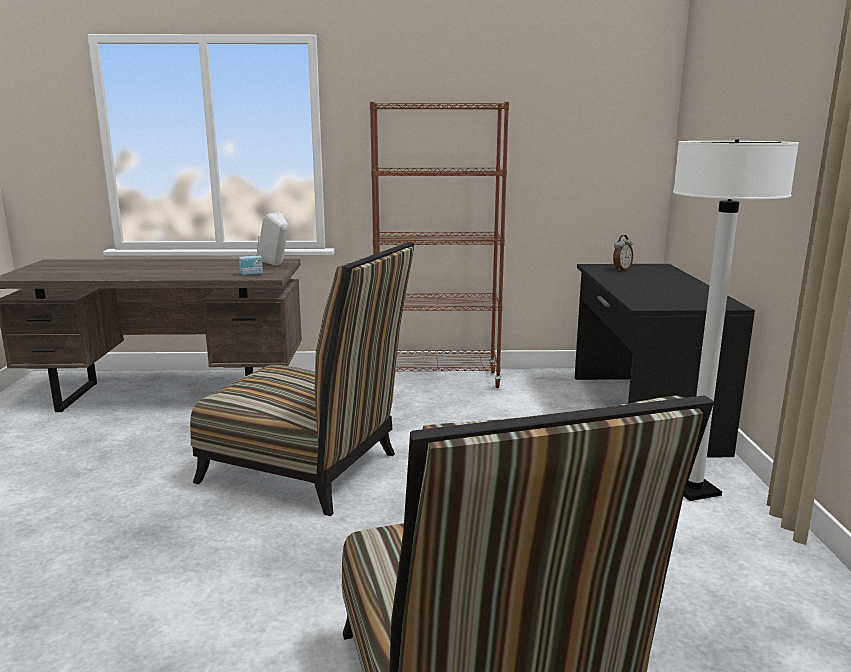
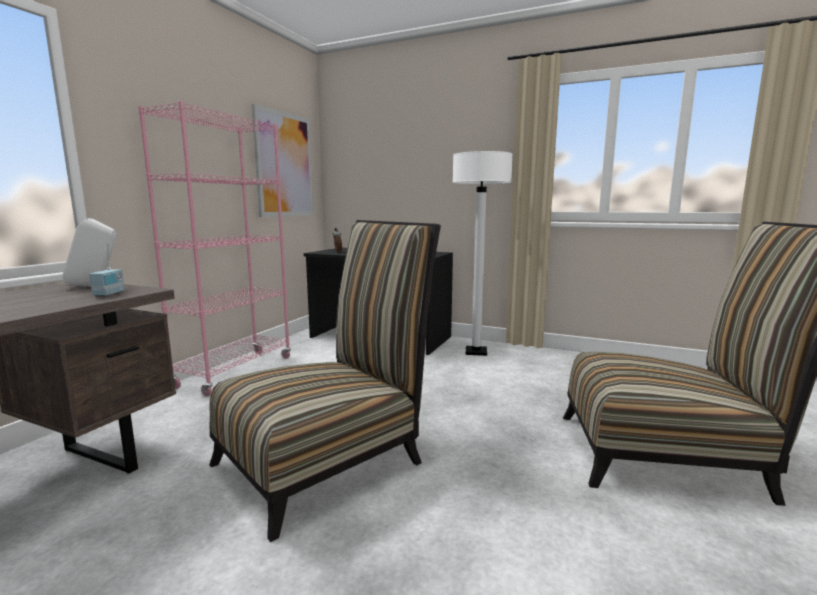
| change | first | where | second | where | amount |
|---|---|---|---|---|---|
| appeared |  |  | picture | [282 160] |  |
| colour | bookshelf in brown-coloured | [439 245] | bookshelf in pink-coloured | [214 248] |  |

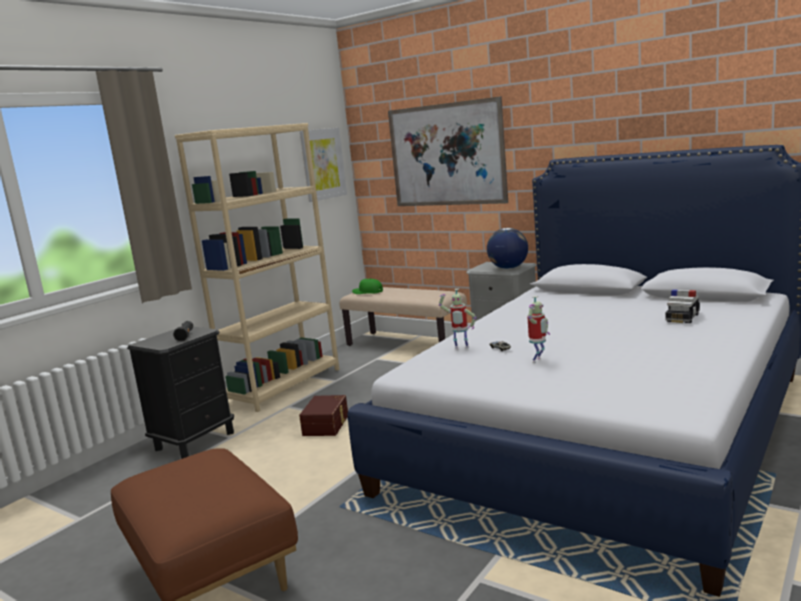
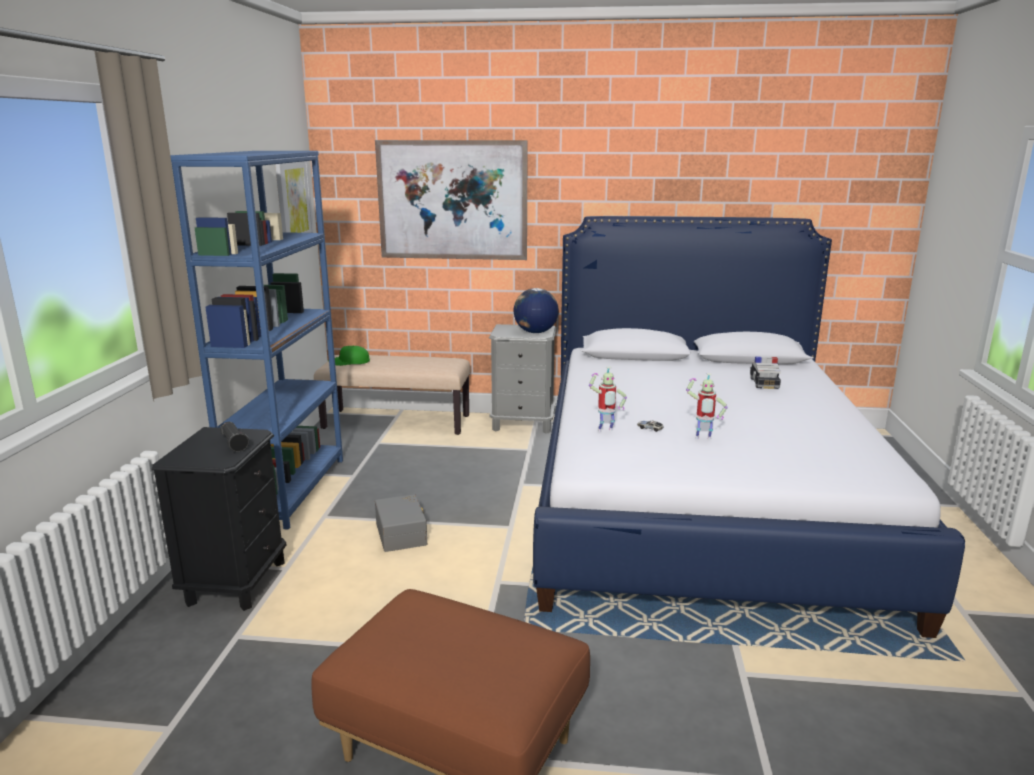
| change | first | where | second | where | amount |
|---|---|---|---|---|---|
| colour | bookshelf in sand-coloured | [257 267] | bookshelf in bluish | [256 340] |  |
| colour | storage bin in brown-coloured | [323 415] | storage bin in greyish | [401 523] |  |
| spun | toy robot | [538 329] |  | [707 406] | 90 degrees clockwise |

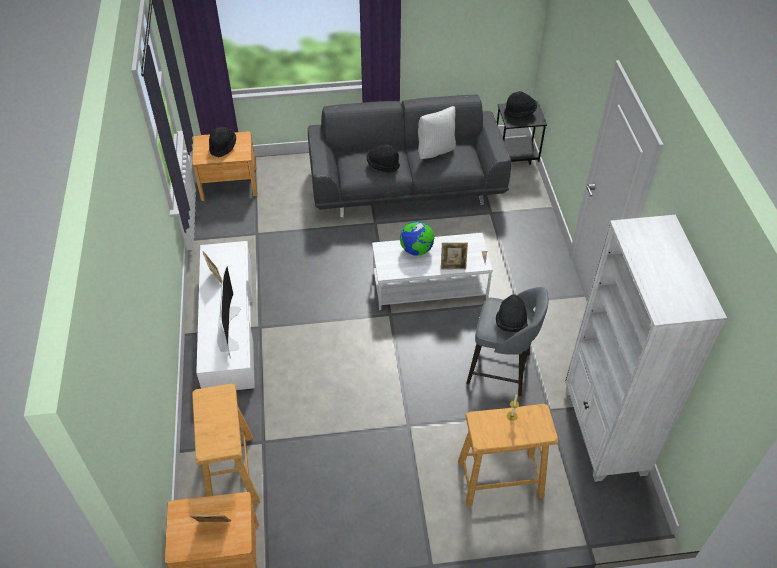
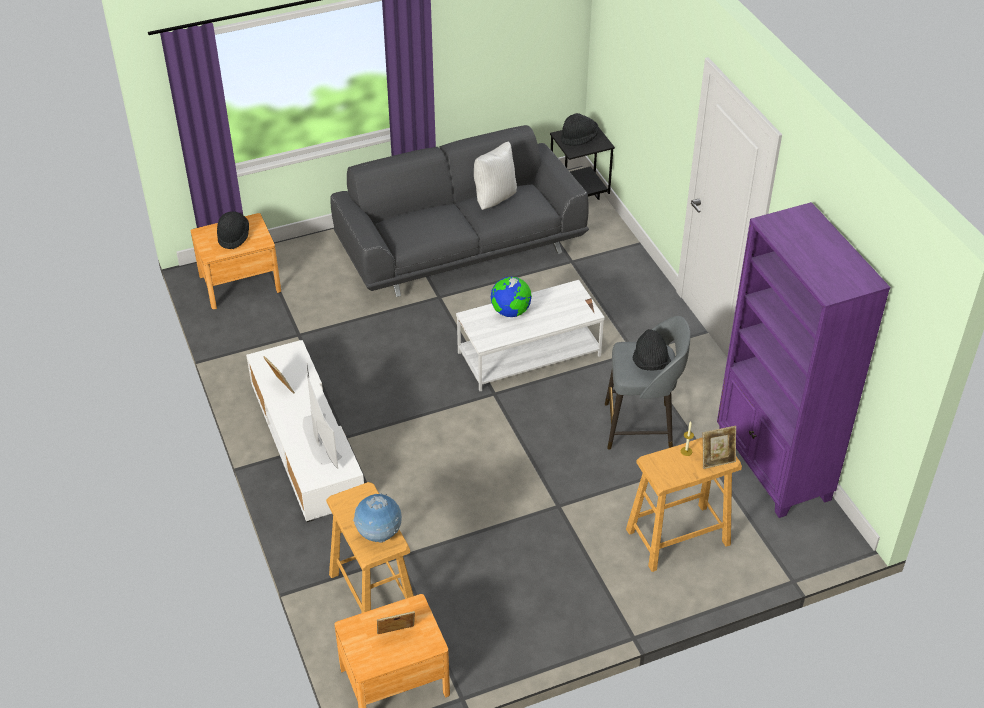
| change | first | where | second | where | amount |
|---|---|---|---|---|---|
| missing | hat in blackish | [383 159] |  |  |  |
| appeared |  |  | world globe | [377 518] |  |
| relocated | standing frame | [454 256] |  | [719 447] |  |
| colour | bookshelf in white-coloured | [646 348] | bookshelf in purplish | [803 360] |  |

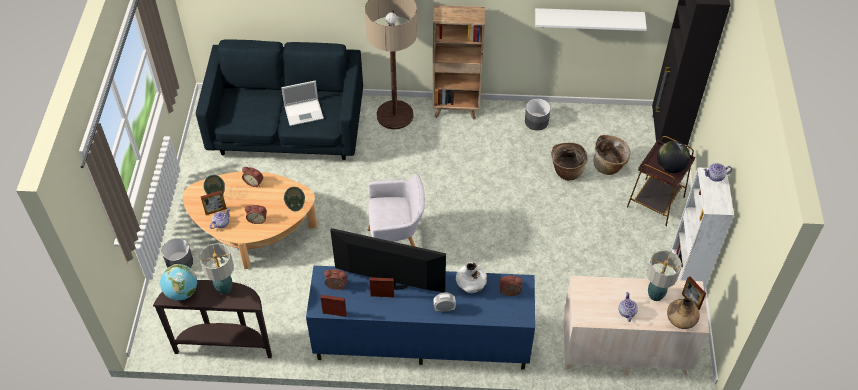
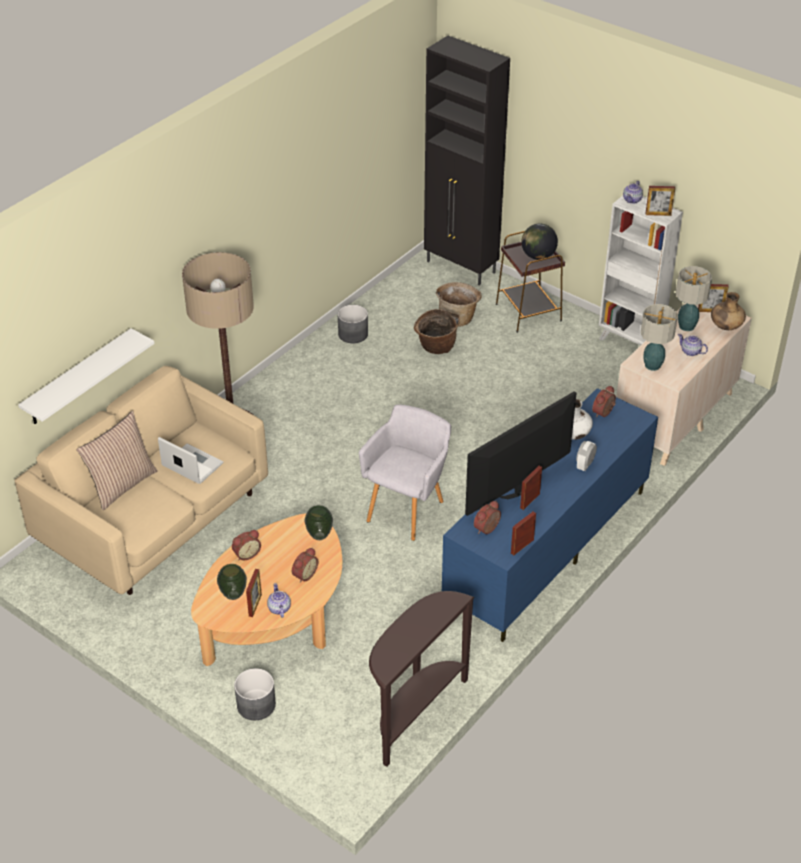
| change | first | where | second | where | amount |
|---|---|---|---|---|---|
| missing | world globe | [178 282] |  |  |  |
| missing | bookshelf in brown-coloured | [459 62] |  |  |  |
| appeared |  |  | throw pillow | [117 460] |  |
| appeared |  |  | standing frame | [660 201] |  |
| relocated | tabletop lamp | [216 269] |  | [659 337] |  |
| relocated | bracket shelf in white-coloured | [591 19] |  | [86 376] |  |
| colour | settee in bluish | [279 100] | settee in sand-coloured | [141 480] |  |
| spun | notebook computer | [302 103] |  | [190 460] | 75 degrees counterclockwise |

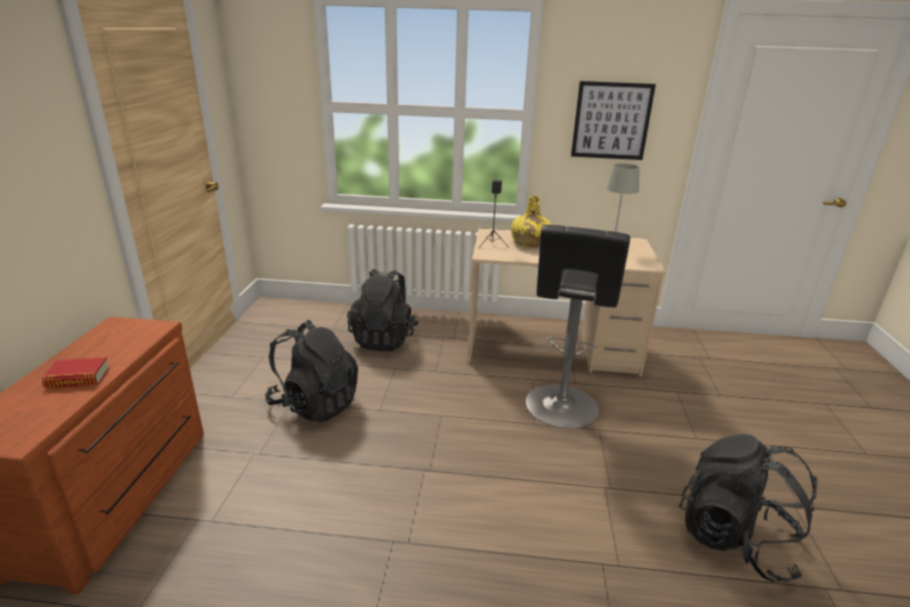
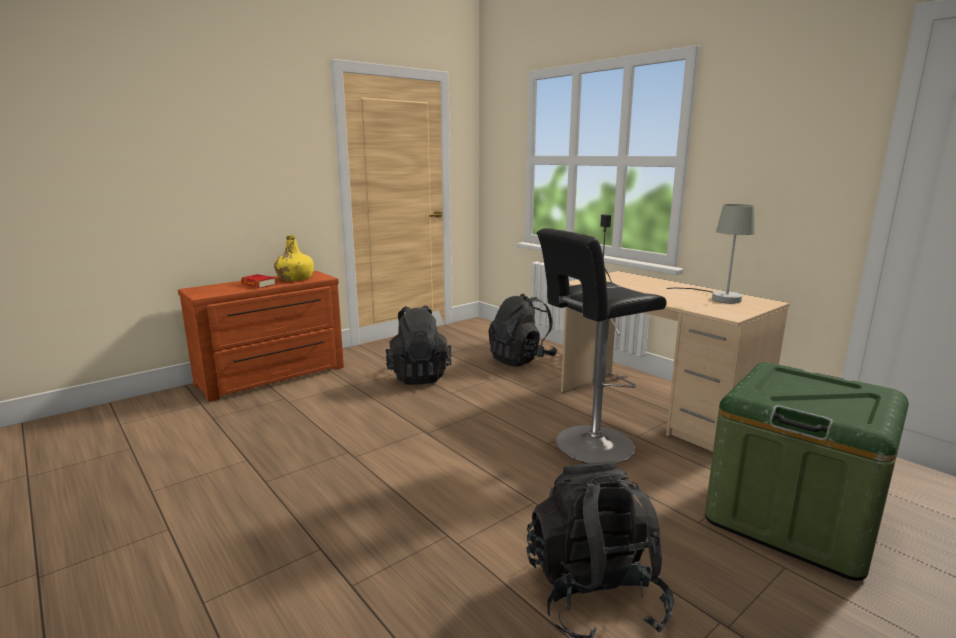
| change | first | where | second | where | amount |
|---|---|---|---|---|---|
| missing | picture | [613 120] |  |  |  |
| appeared |  |  | storage bin in greenish | [807 471] |  |
| relocated | drink bottle in yellow-coloured | [531 222] |  | [294 258] |  |

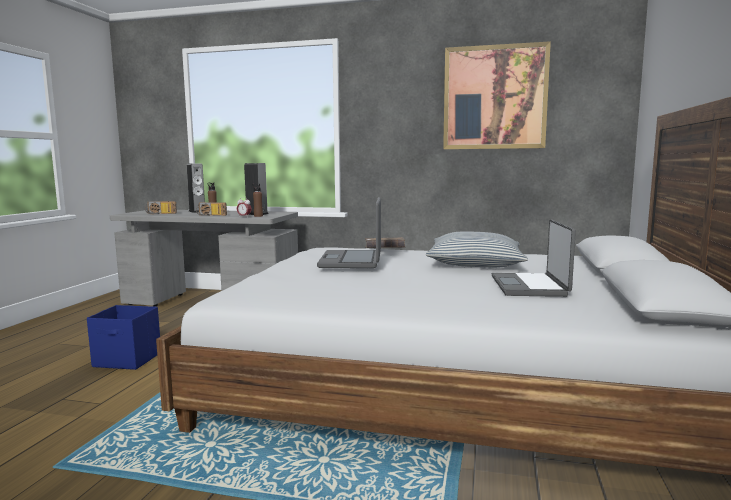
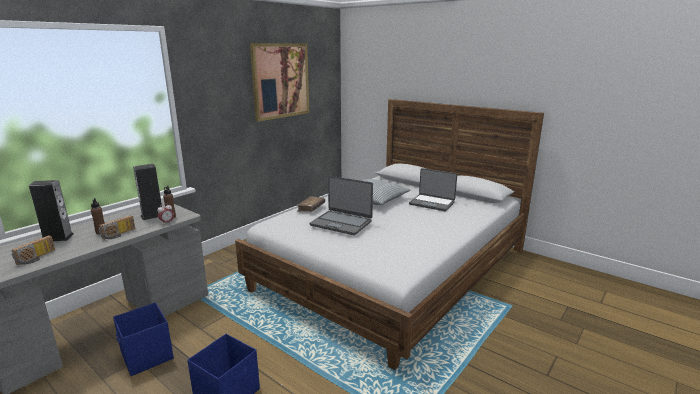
| change | first | where | second | where | amount |
|---|---|---|---|---|---|
| appeared |  |  | storage bin in bluish | [143 339] |  |

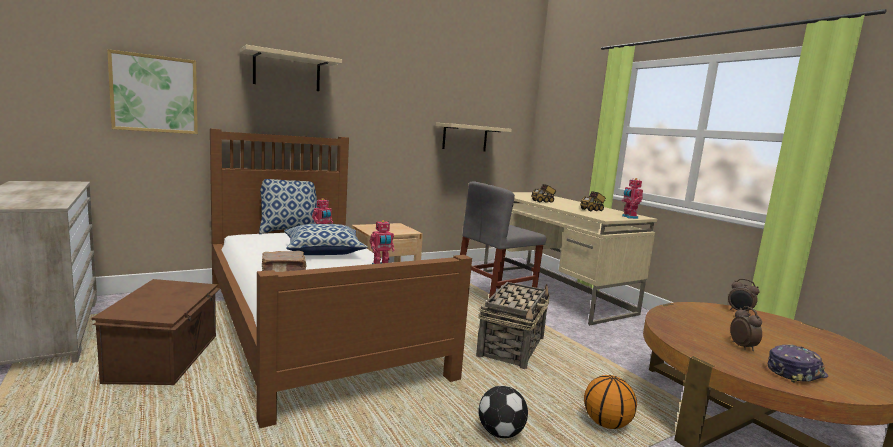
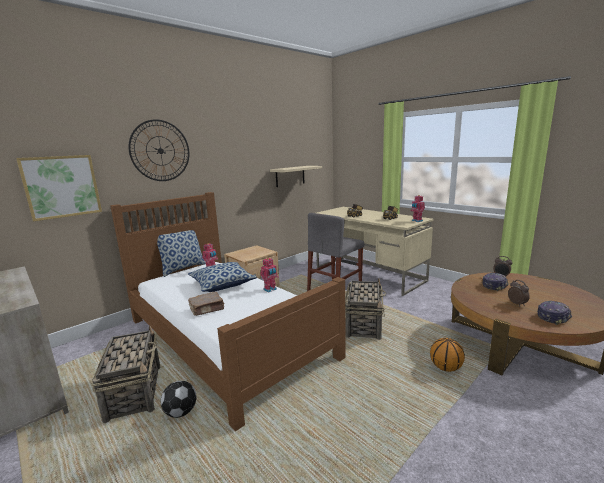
| change | first | where | second | where | amount |
|---|---|---|---|---|---|
| appeared |  |  | peaked cap | [495 282] |  |
| relocated | ball for football | [503 412] |  | [178 399] |  |
| exchanged | storage bin in brown-coloured | [156 332] | storage basket | [125 374] |  |
| exchanged | bracket shelf in sand-coloured | [291 68] | hanging clock | [158 150] |  |

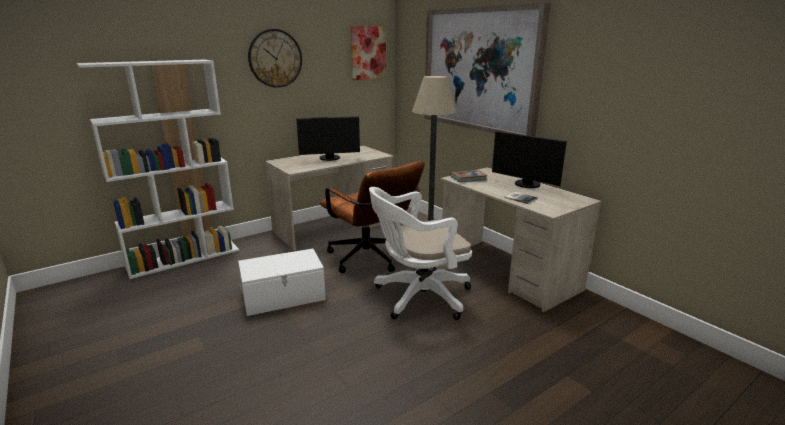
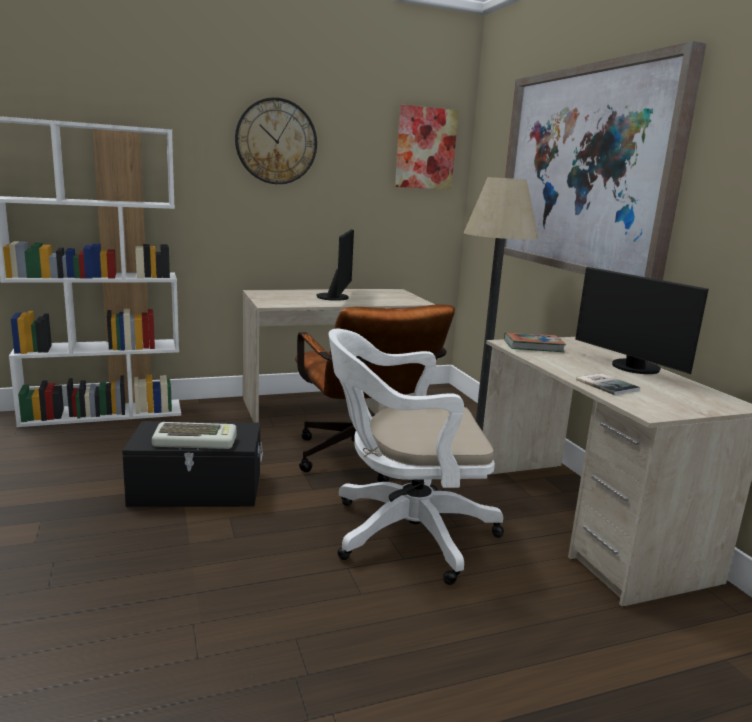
| change | first | where | second | where | amount |
|---|---|---|---|---|---|
| appeared |  |  | computer keyboard | [194 435] |  |
| colour | storage bin in white-coloured | [282 282] | storage bin in blackish | [192 464] |  |
| spun | computer display | [328 138] |  | [335 265] | 90 degrees counterclockwise |

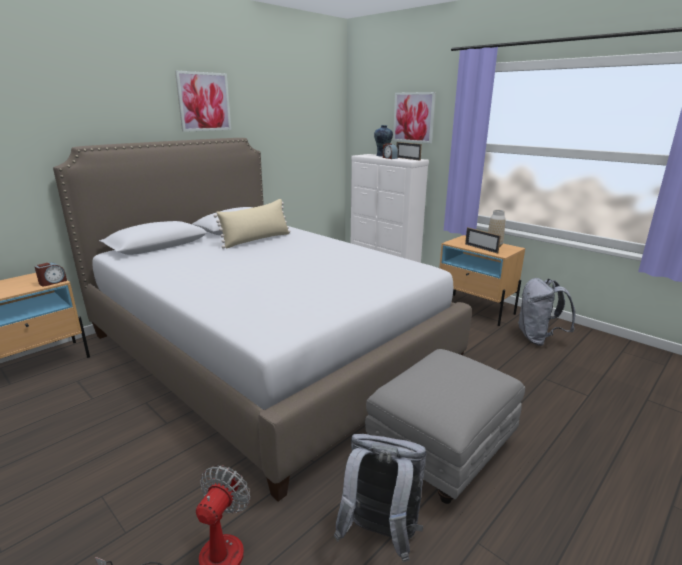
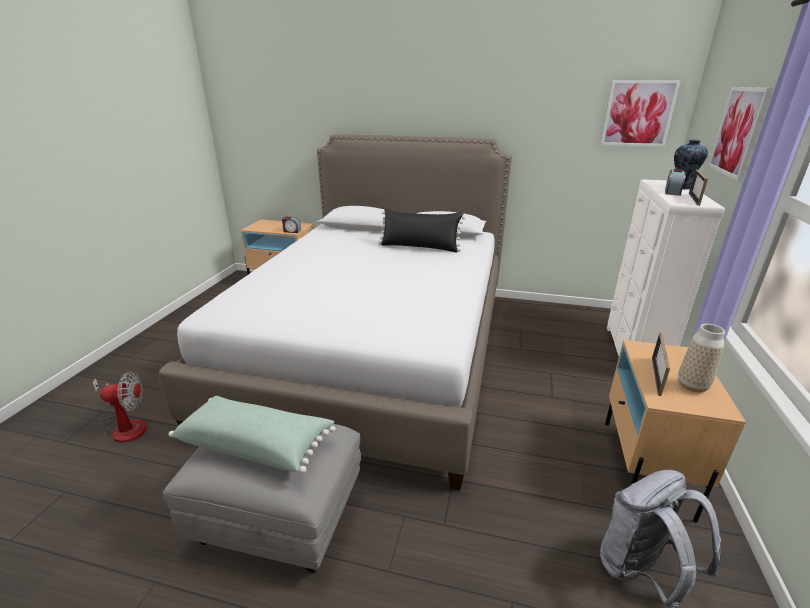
| change | first | where | second | where | amount |
|---|---|---|---|---|---|
| missing | backpack in greyish | [380 498] |  |  |  |
| appeared |  |  | throw pillow in greenish | [252 434] |  |
| relocated | picture | [203 101] |  | [640 113] |  |
| colour | throw pillow in sand-coloured | [252 224] | throw pillow in blackish | [422 230] |  |

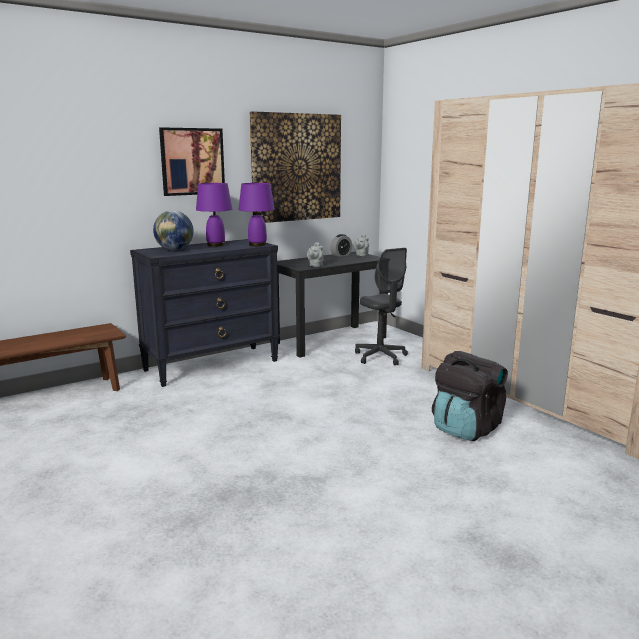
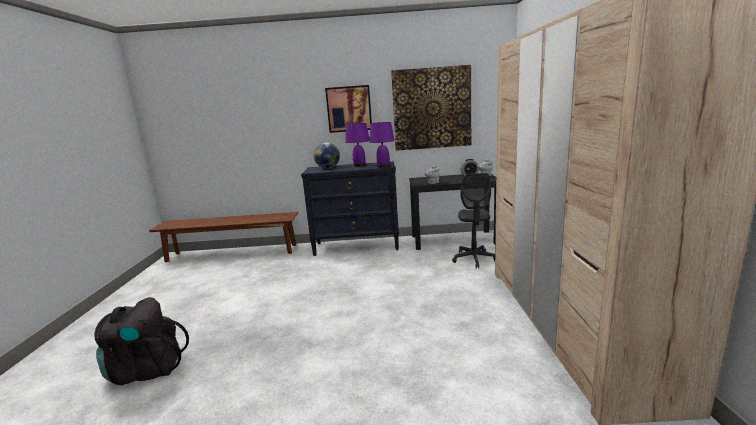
| change | first | where | second | where | amount |
|---|---|---|---|---|---|
| relocated | backpack in blackish | [470 396] |  | [141 341] |  |

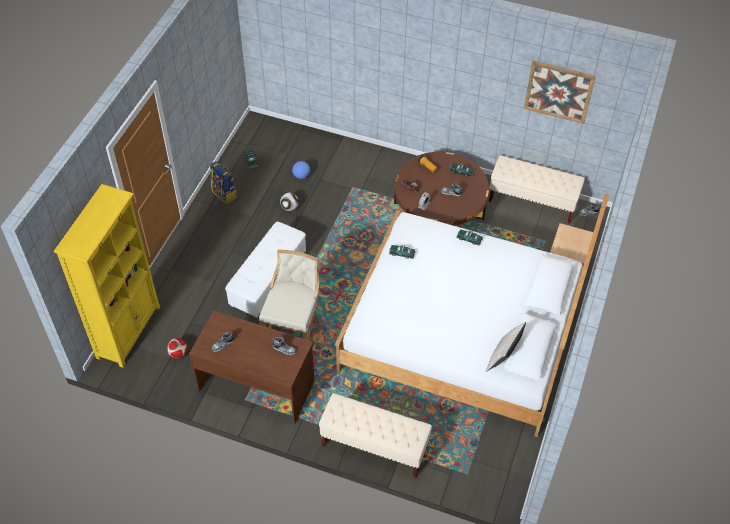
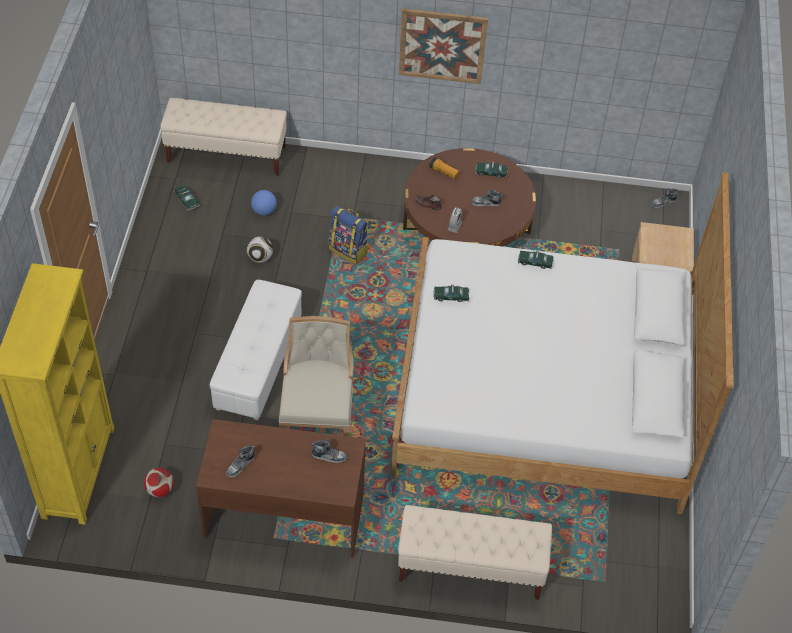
| change | first | where | second | where | amount |
|---|---|---|---|---|---|
| missing | throw pillow in sand-coloured | [506 347] |  |  |  |
| relocated | backpack | [223 182] |  | [348 235] |  |
| relocated | bench in sand-coloured | [537 189] |  | [223 137] |  |
| relocated | picture | [560 92] |  | [443 46] |  |

